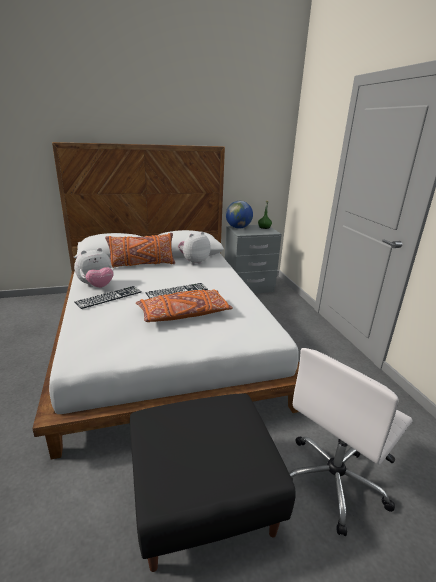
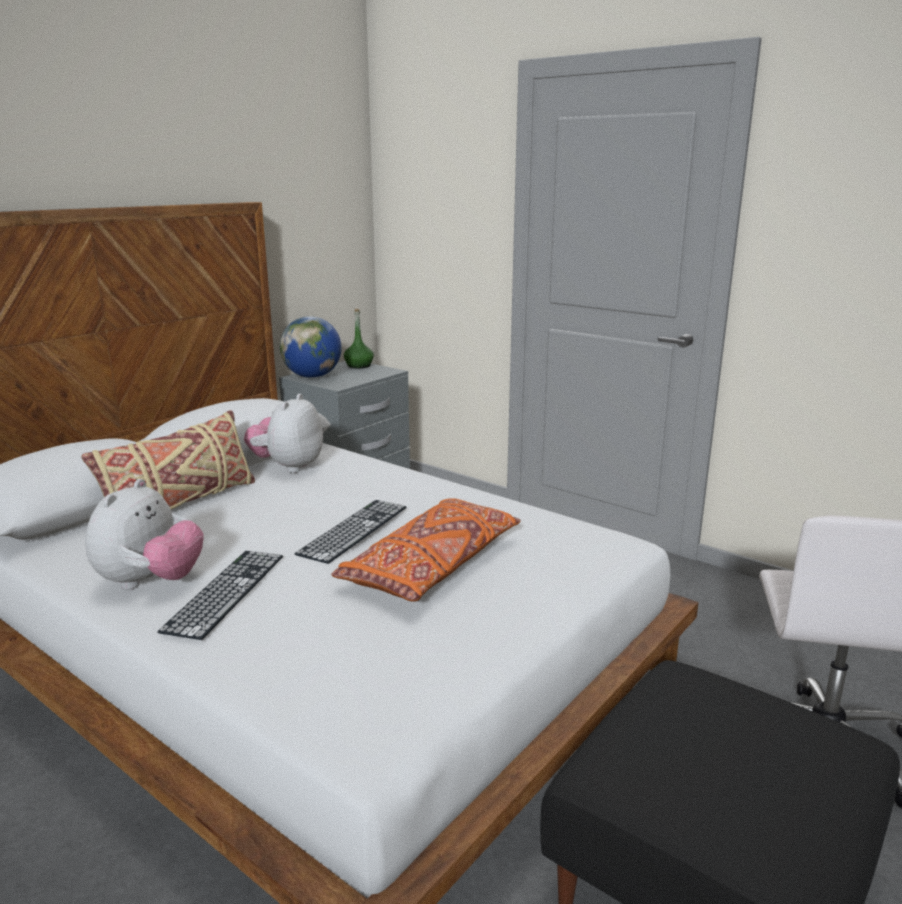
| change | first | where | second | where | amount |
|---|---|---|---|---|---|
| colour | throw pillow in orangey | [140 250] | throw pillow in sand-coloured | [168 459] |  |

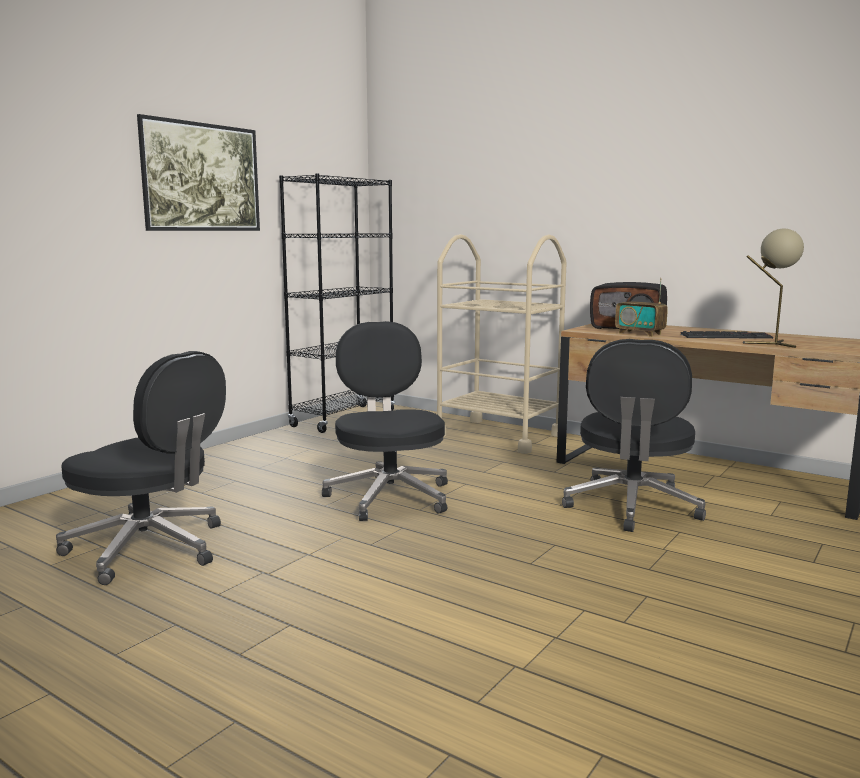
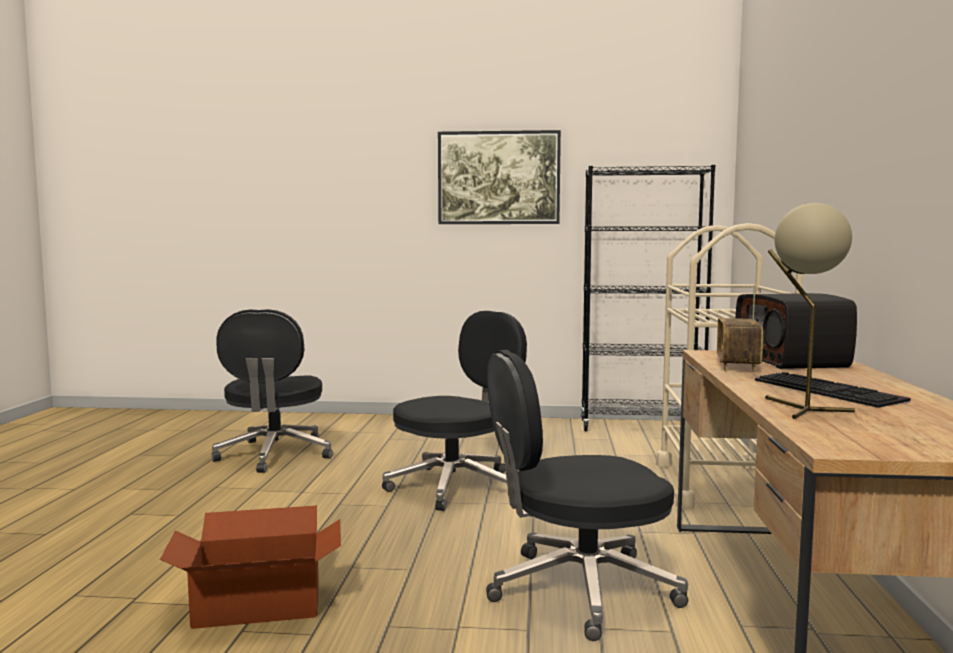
| change | first | where | second | where | amount |
|---|---|---|---|---|---|
| appeared |  |  | carton | [250 567] |  |

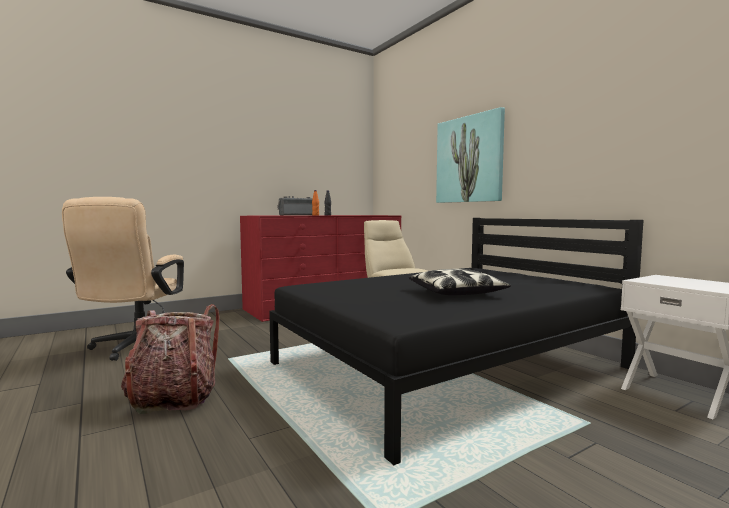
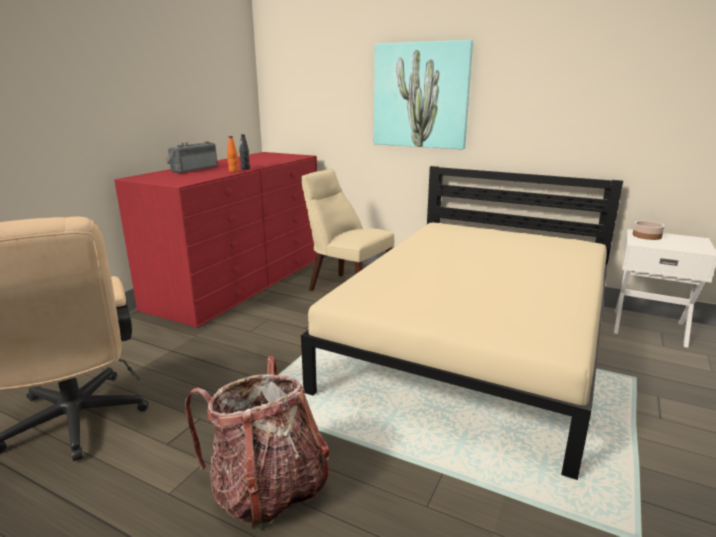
| change | first | where | second | where | amount |
|---|---|---|---|---|---|
| missing | throw pillow | [460 282] |  |  |  |
| appeared |  |  | serving bowl | [648 230] |  |
| colour | bed in blackish | [456 341] | bed in sand-coloured | [462 323] |  |

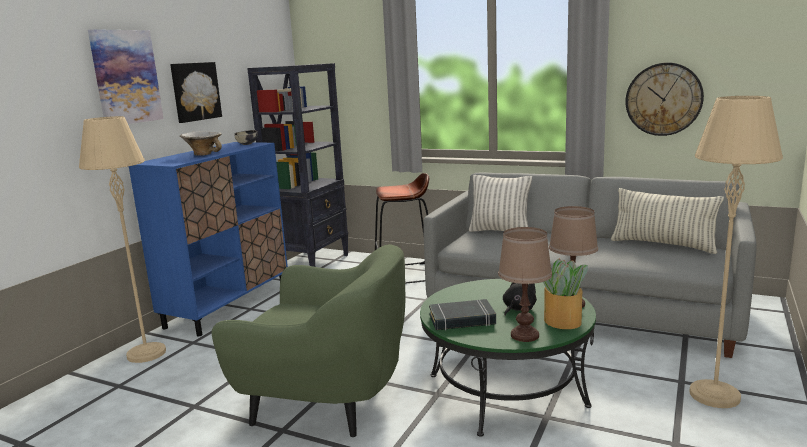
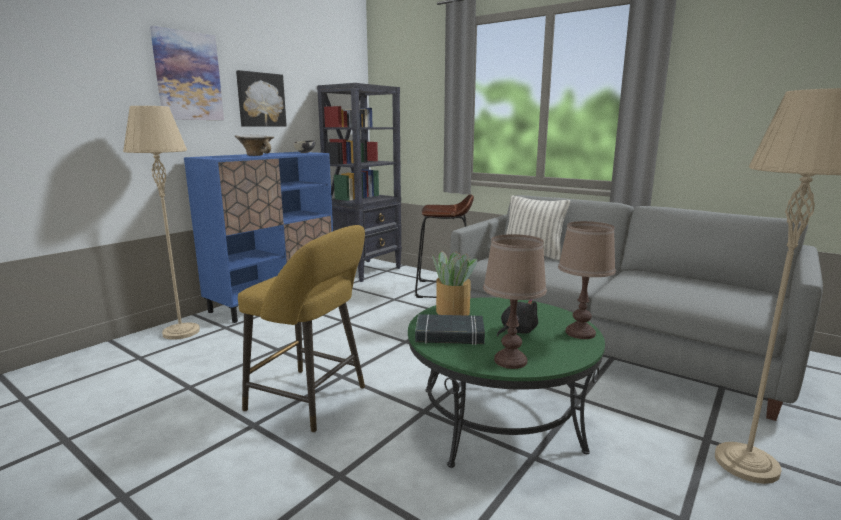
| change | first | where | second | where | amount |
|---|---|---|---|---|---|
| missing | throw pillow | [667 221] |  |  |  |
| missing | hanging clock | [664 99] |  |  |  |
| relocated | plant in a pot | [565 293] |  | [454 283] |  |
| exchanged | armchair in greenish | [308 340] | stool seat in yellow-coloured | [301 329] |  |

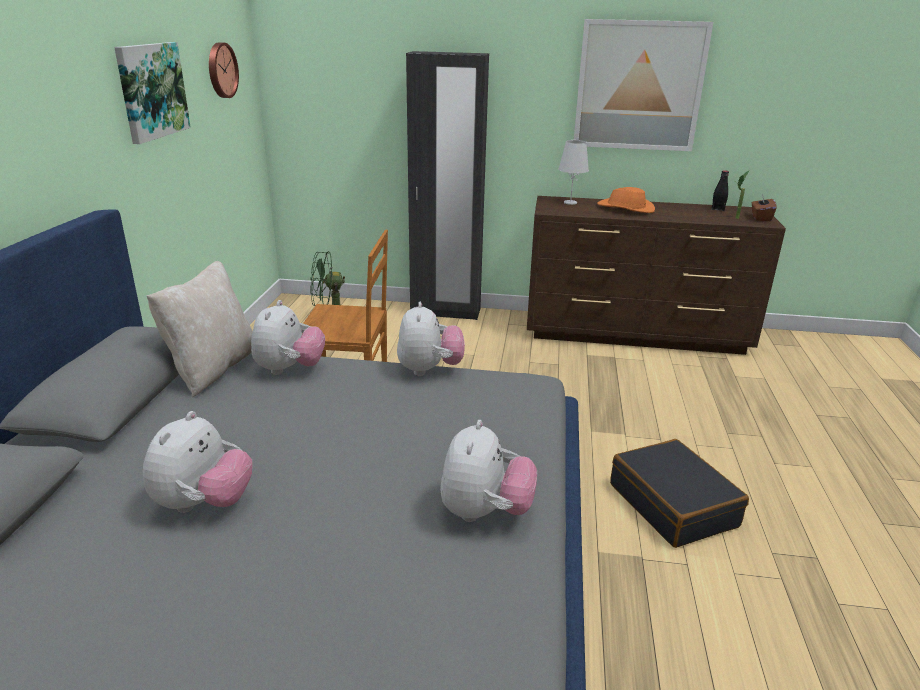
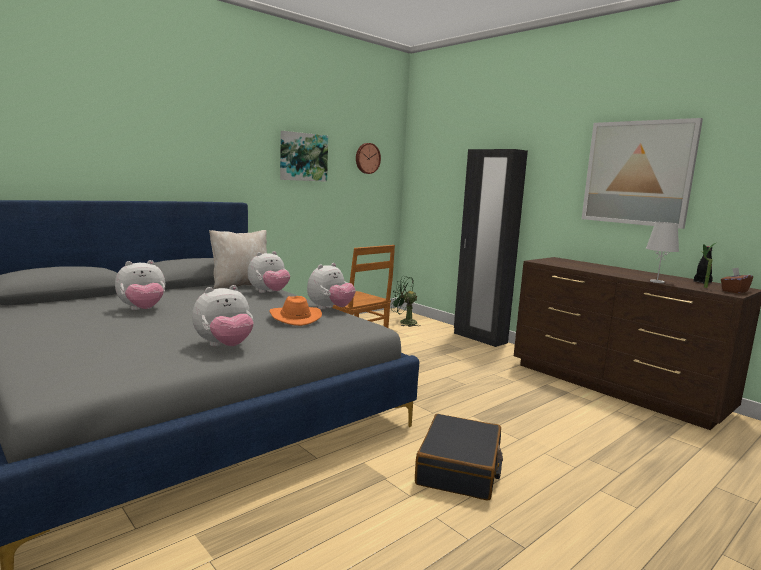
| change | first | where | second | where | amount |
|---|---|---|---|---|---|
| relocated | tabletop lamp in white-coloured | [573 172] |  | [662 252] |  |
| relocated | hat in orangey | [626 200] |  | [295 311] |  |

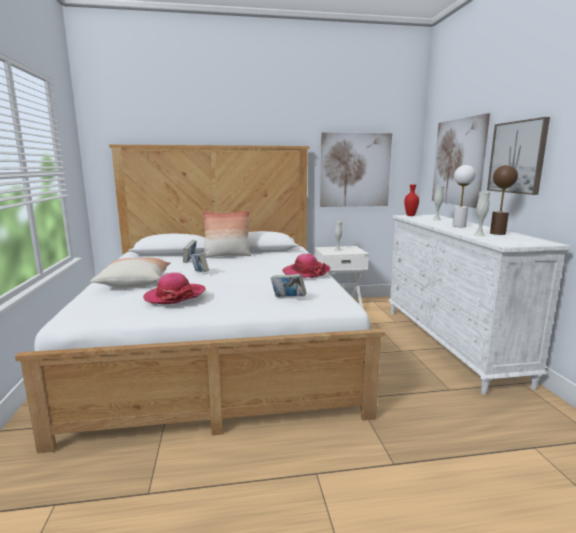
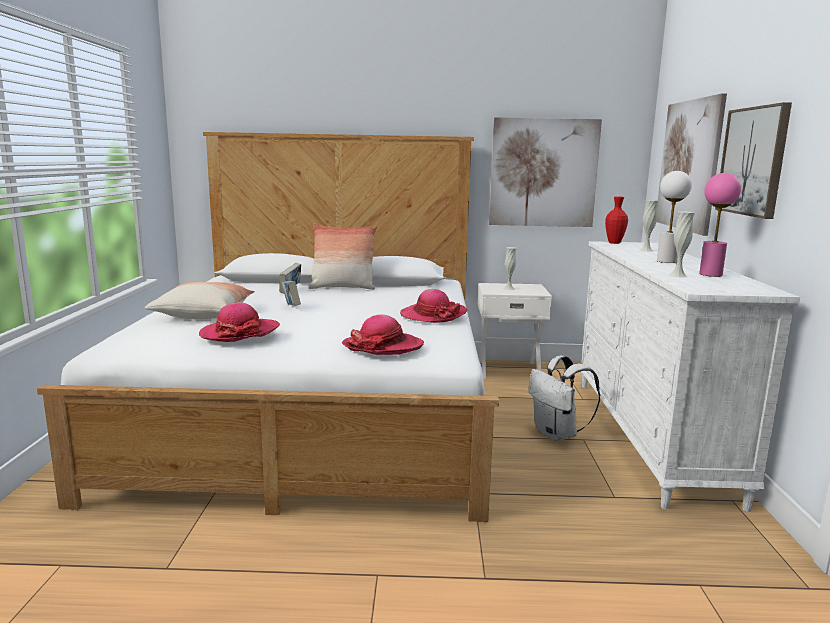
| change | first | where | second | where | amount |
|---|---|---|---|---|---|
| appeared |  |  | backpack in white-coloured | [564 398] |  |
| exchanged | volume | [289 285] | hat | [383 335] |  |
| colour | tabletop lamp in brown-coloured | [504 200] | tabletop lamp in pink-coloured | [720 225] |  |

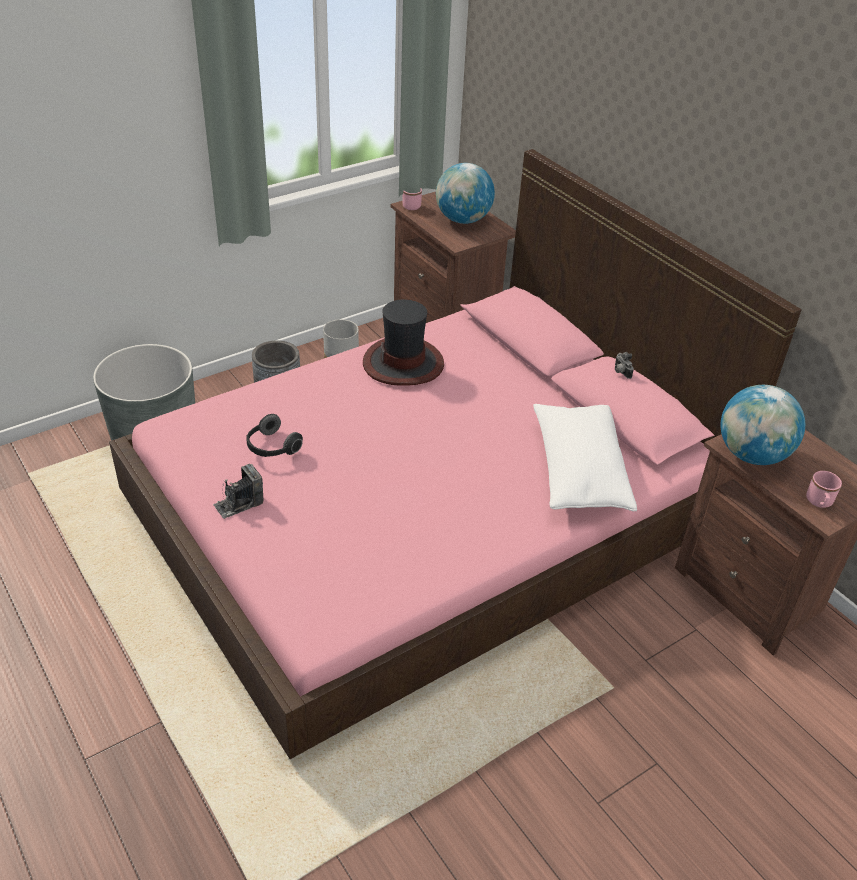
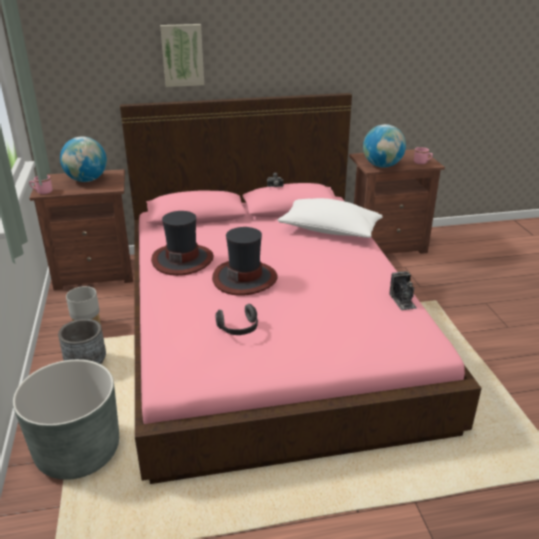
| change | first | where | second | where | amount |
|---|---|---|---|---|---|
| appeared |  |  | picture | [182 55] |  |
| appeared |  |  | hat | [245 261] |  |
| relocated | still camera | [238 491] |  | [403 291] |  |

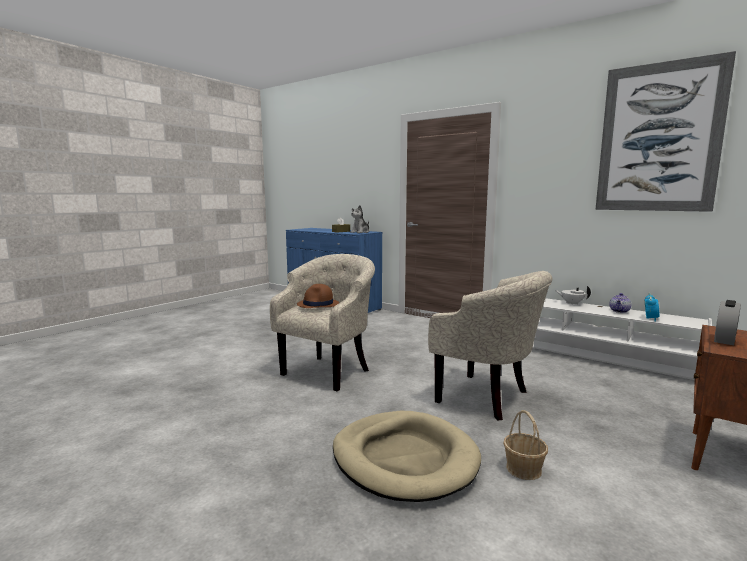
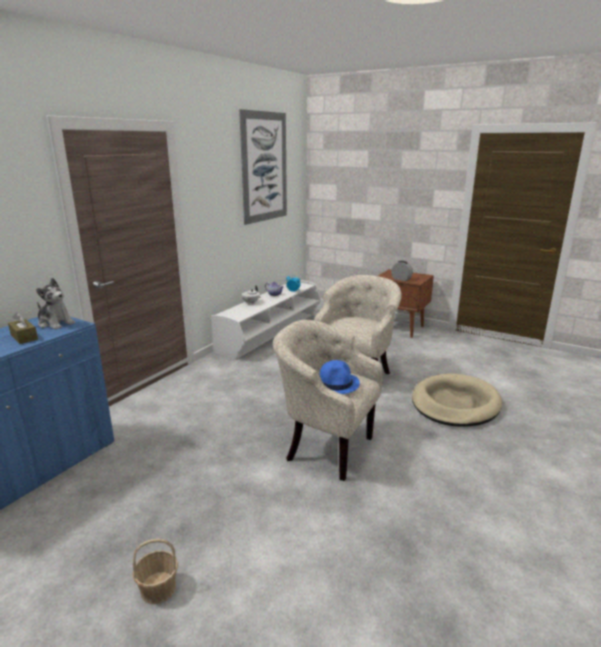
| change | first | where | second | where | amount |
|---|---|---|---|---|---|
| relocated | storage basket | [525 445] |  | [155 571] |  |
| colour | hat in brown-coloured | [318 296] | hat in bluish | [340 377] |  |

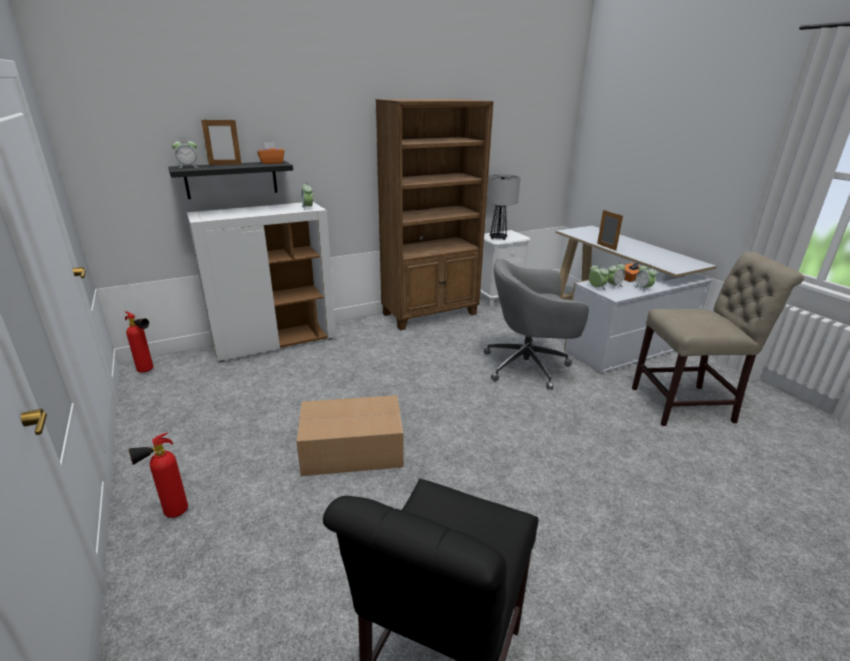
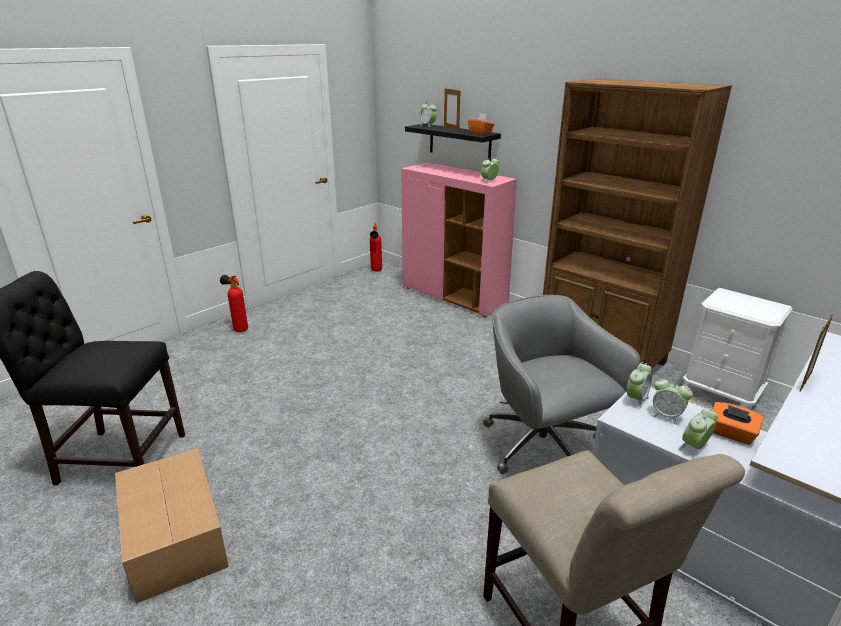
| change | first | where | second | where | amount |
|---|---|---|---|---|---|
| missing | tabletop lamp | [503 207] |  |  |  |
| relocated | carton | [350 435] |  | [172 526] |  |
| colour | storage cabinet in white-coloured | [261 282] | storage cabinet in pink-coloured | [459 239] |  |

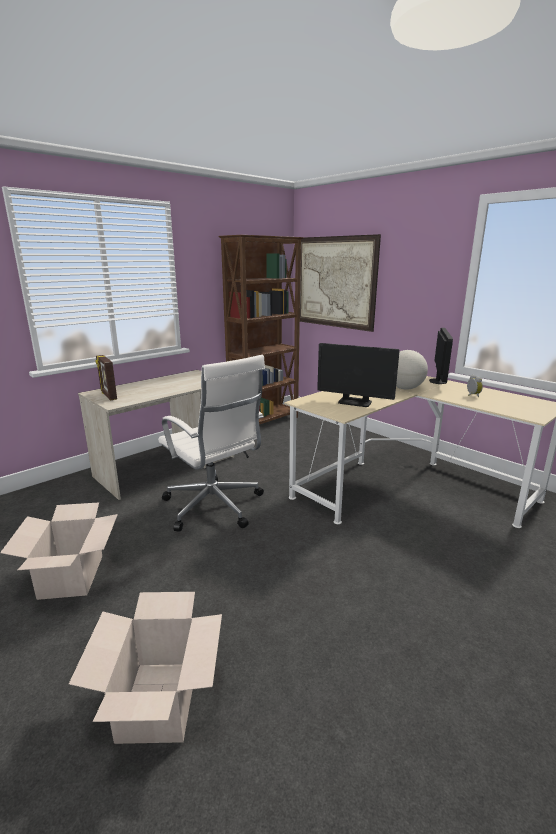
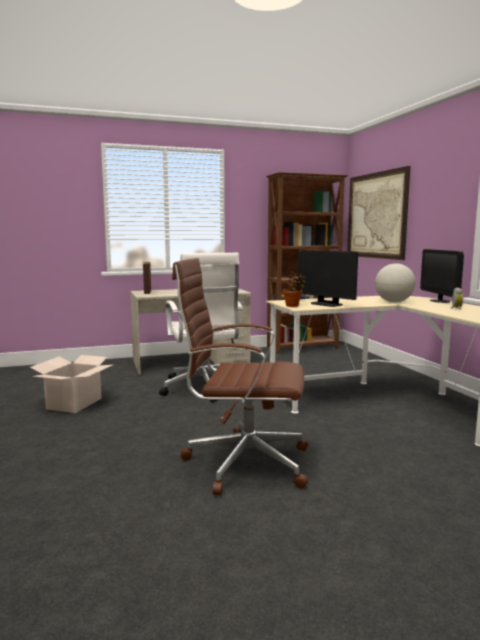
| change | first | where | second | where | amount |
|---|---|---|---|---|---|
| missing | carton | [145 668] |  |  |  |
| appeared |  |  | office chair in brown-coloured | [240 376] |  |
| appeared |  |  | plant in a pot | [294 289] |  |
| spun | computer display | [441 356] |  | [442 276] | 135 degrees clockwise |

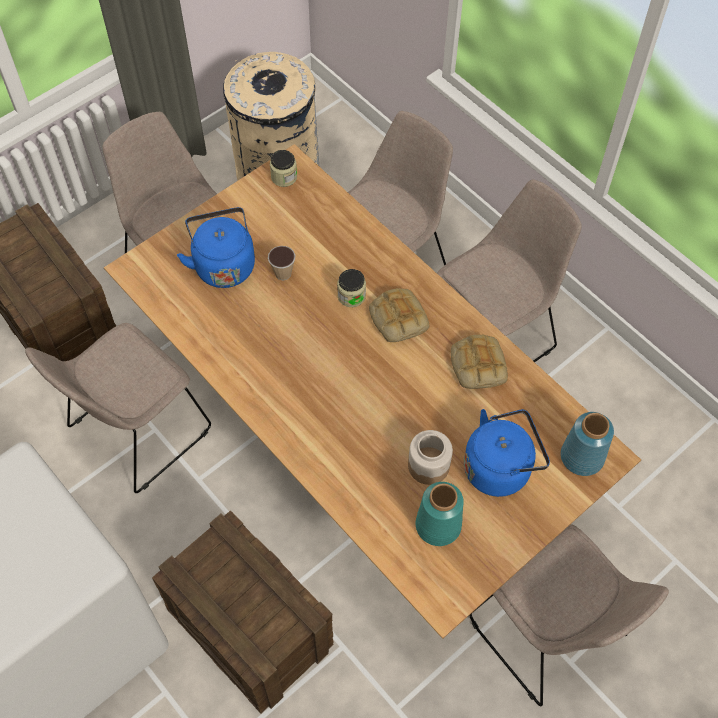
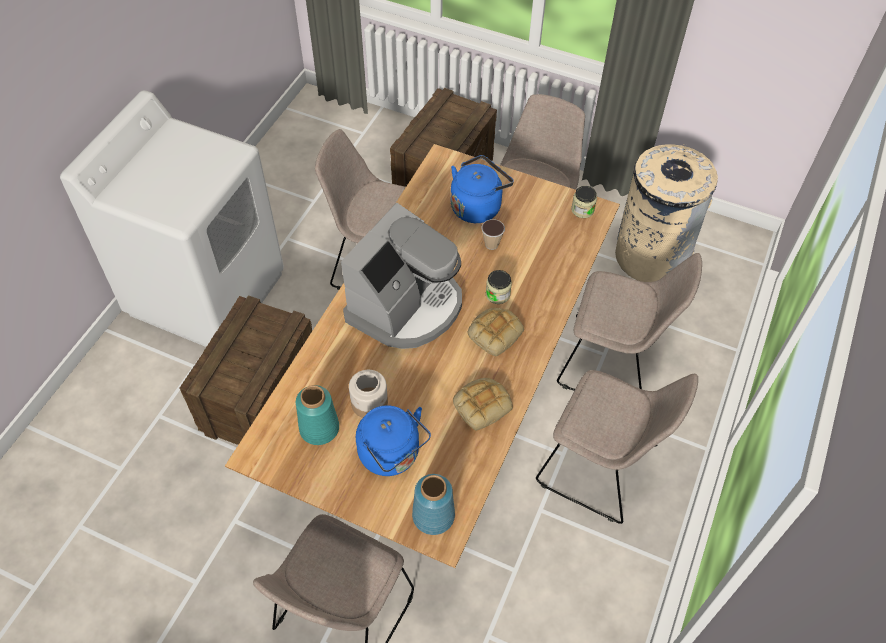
| change | first | where | second | where | amount |
|---|---|---|---|---|---|
| appeared |  |  | coffee machine | [401 276] |  |

